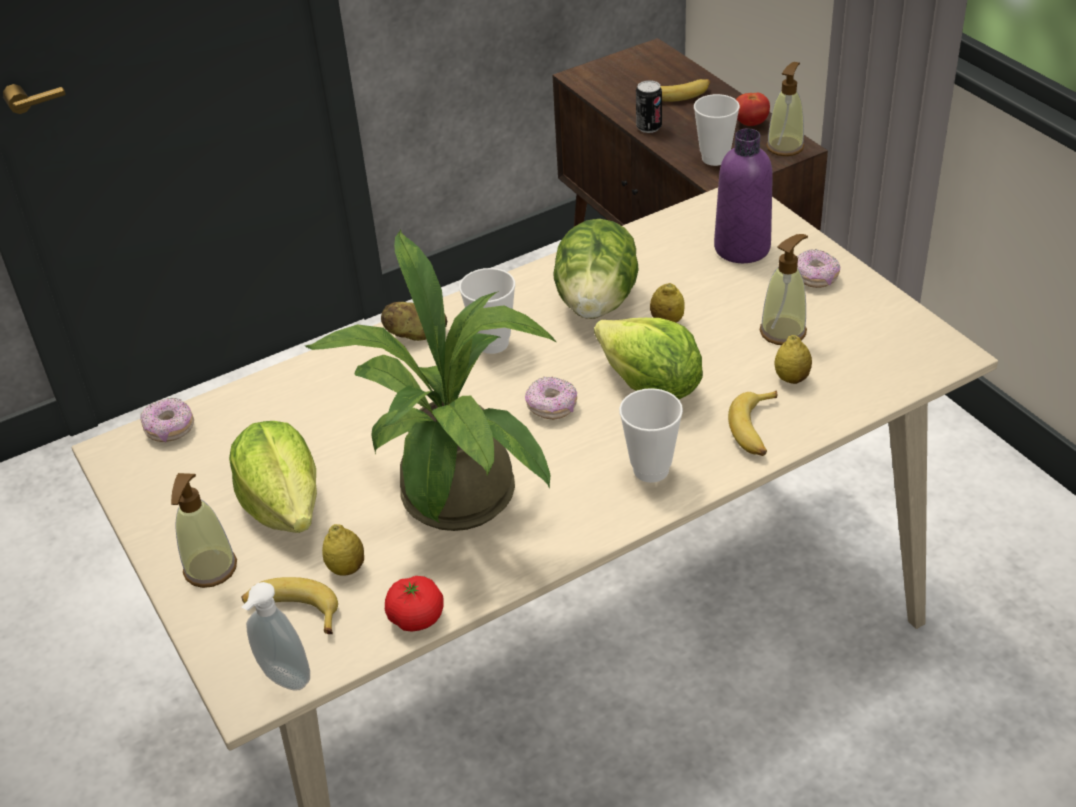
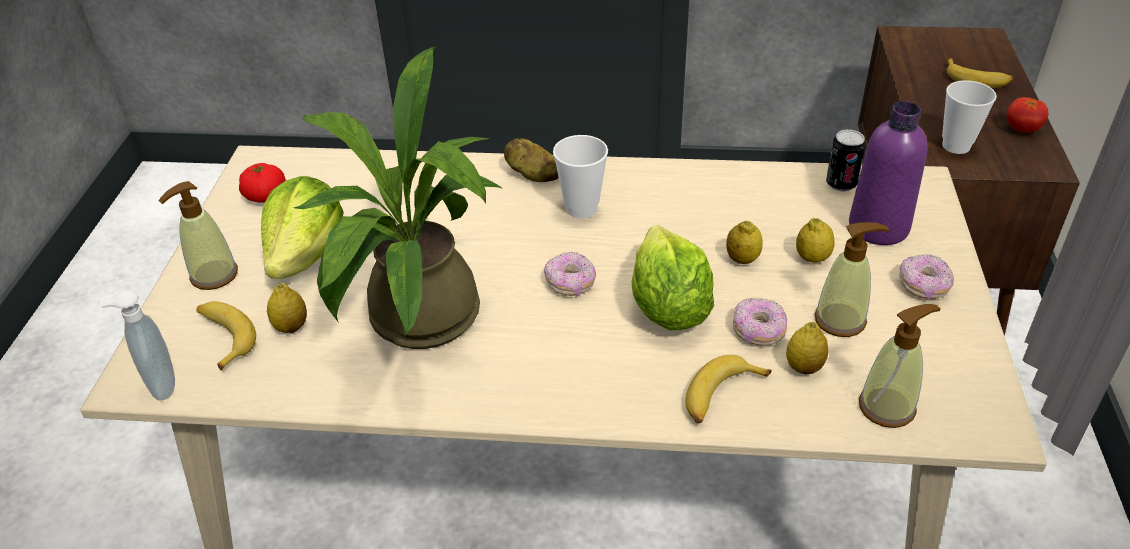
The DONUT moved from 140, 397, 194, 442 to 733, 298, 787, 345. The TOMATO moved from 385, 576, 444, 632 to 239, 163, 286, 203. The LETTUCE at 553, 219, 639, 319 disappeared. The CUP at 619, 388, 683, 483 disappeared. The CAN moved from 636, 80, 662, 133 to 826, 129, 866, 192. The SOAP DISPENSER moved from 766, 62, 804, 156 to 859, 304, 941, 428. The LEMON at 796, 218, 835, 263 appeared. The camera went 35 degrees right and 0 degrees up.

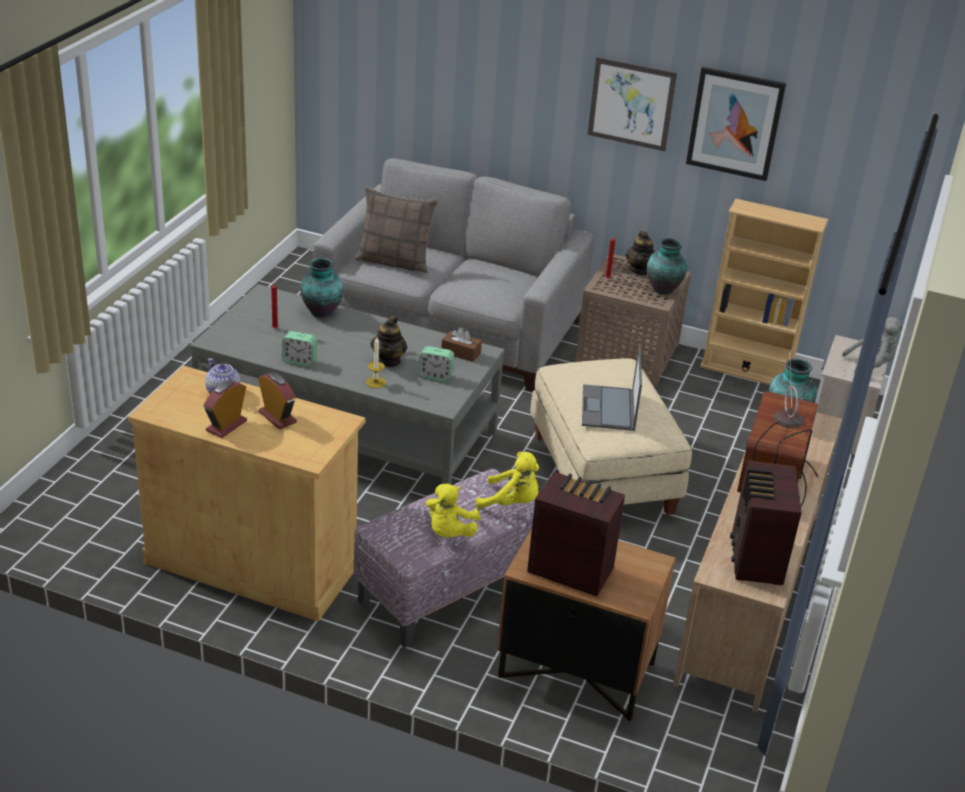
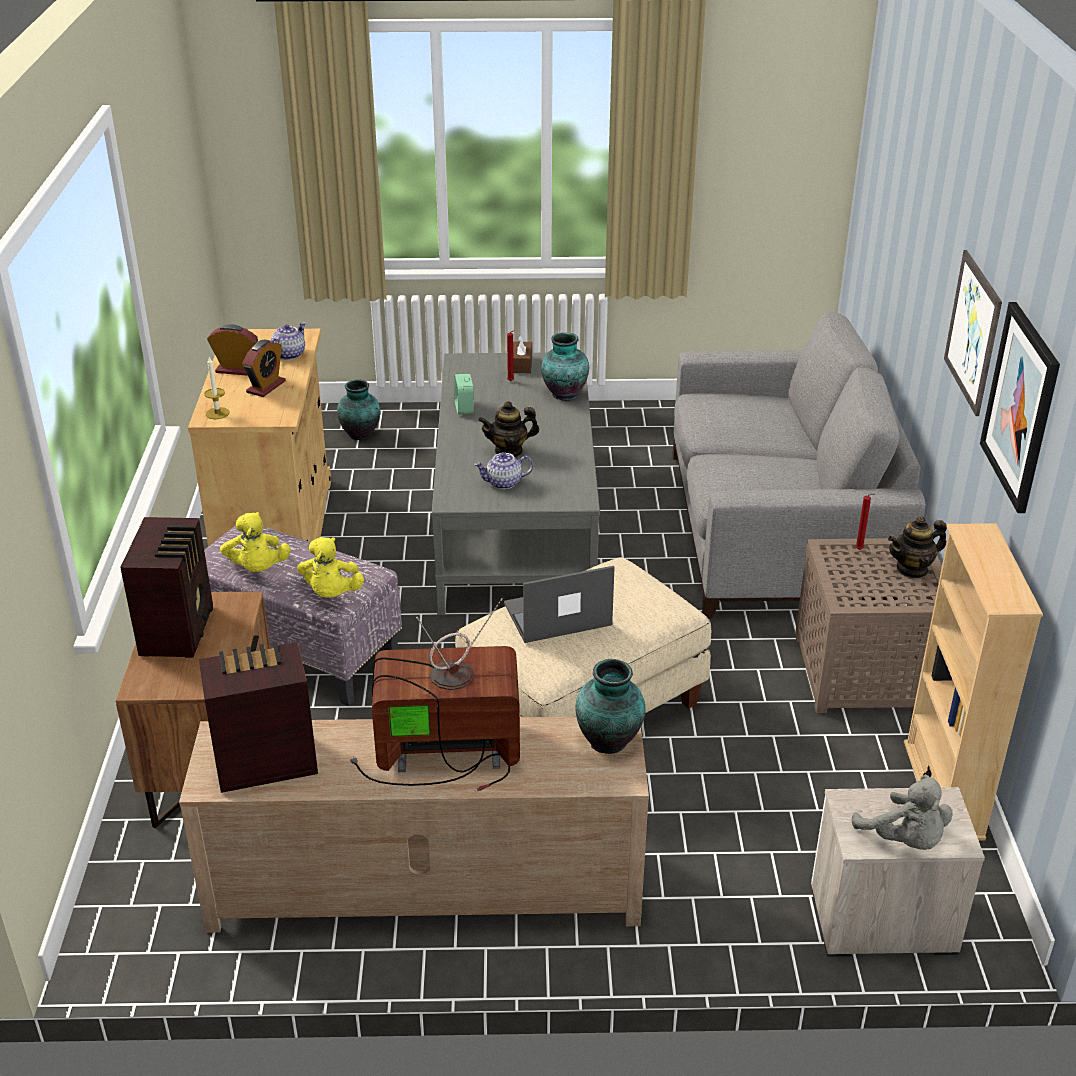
The PILLOW at 356, 186, 438, 273 disappeared. The CANDLE moved from 366, 338, 386, 388 to 204, 357, 230, 419. The ALARM CLOCK at 419, 346, 454, 382 was replaced by the TEAPOT at 474, 452, 533, 489. The YELLOW PLUSH TOY at 426, 483, 481, 538 turned 105 degrees counterclockwise. The BROWN TISSUE BOX moved from 441, 328, 482, 362 to 513, 335, 532, 373. The VASE moved from 647, 238, 687, 295 to 337, 379, 380, 440. The camera went 70 degrees right and 0 degrees up.

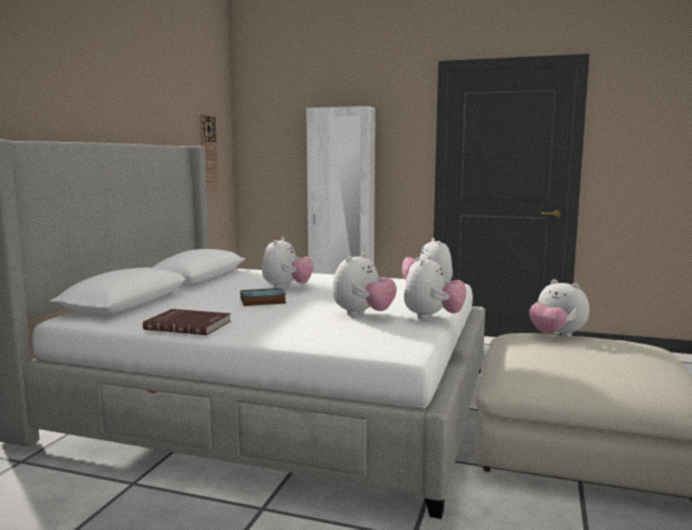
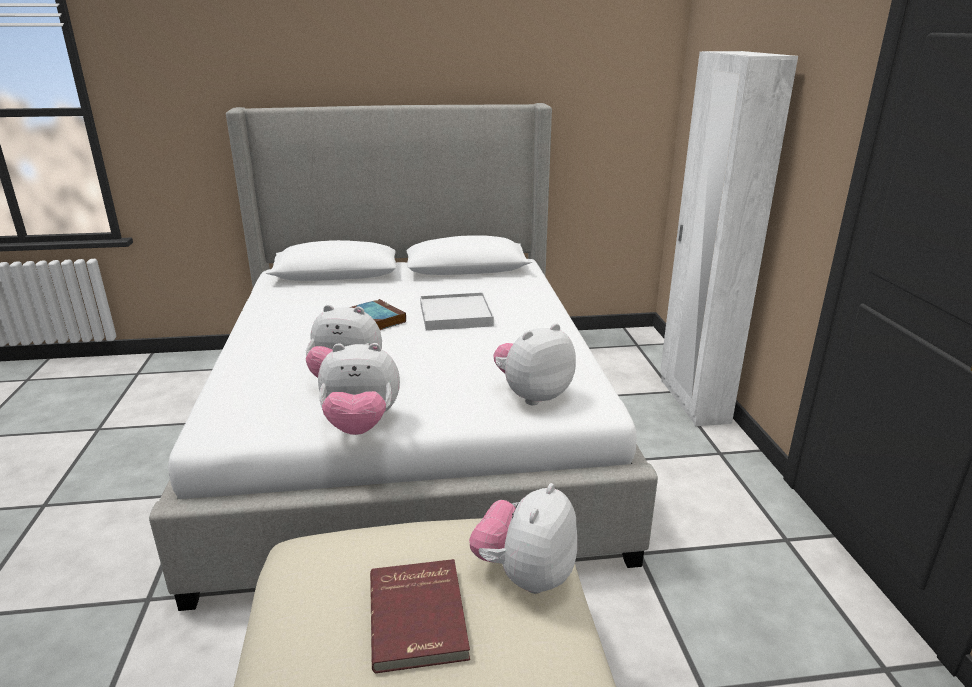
The RED BOOK moved from 143, 309, 231, 335 to 370, 559, 470, 673. The WALL CLOCK at 200, 114, 219, 191 disappeared. The PLUSH TOY at 262, 237, 313, 288 was replaced by the WHITE TRAY at 420, 292, 494, 330. The camera went 65 degrees right and 15 degrees up.

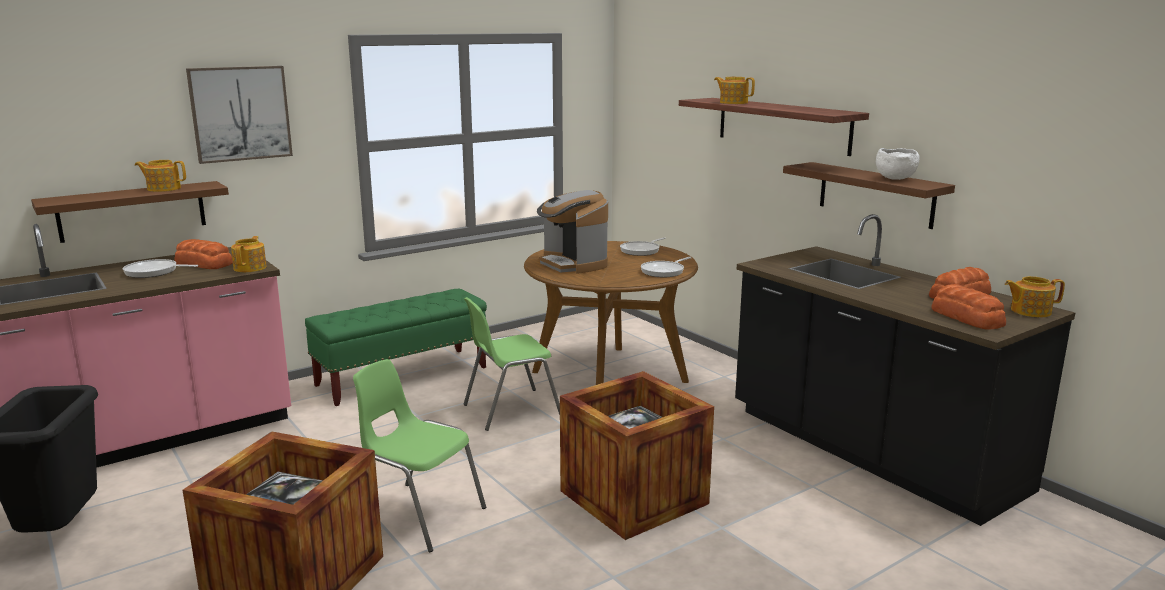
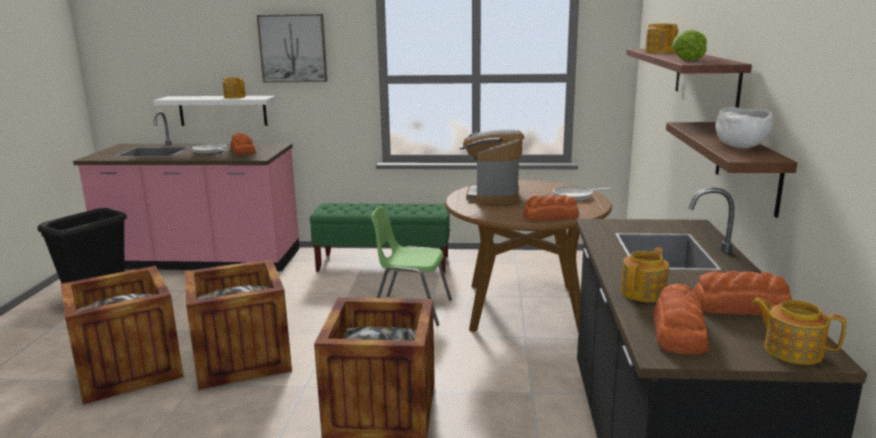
The BROWN SHELF at 31, 181, 229, 243 became the WHITE SHELF at 153, 96, 276, 126. The TEAPOT moved from 231, 236, 267, 272 to 621, 247, 669, 302. The GREEN CHAIR at 353, 359, 486, 552 was replaced by the CRATE at 185, 259, 292, 390. The FRYING PAN at 641, 257, 692, 277 was replaced by the BREAD at 523, 195, 579, 221. The LETTUCE at 671, 30, 707, 61 appeared. The camera went 40 degrees right and 0 degrees up.

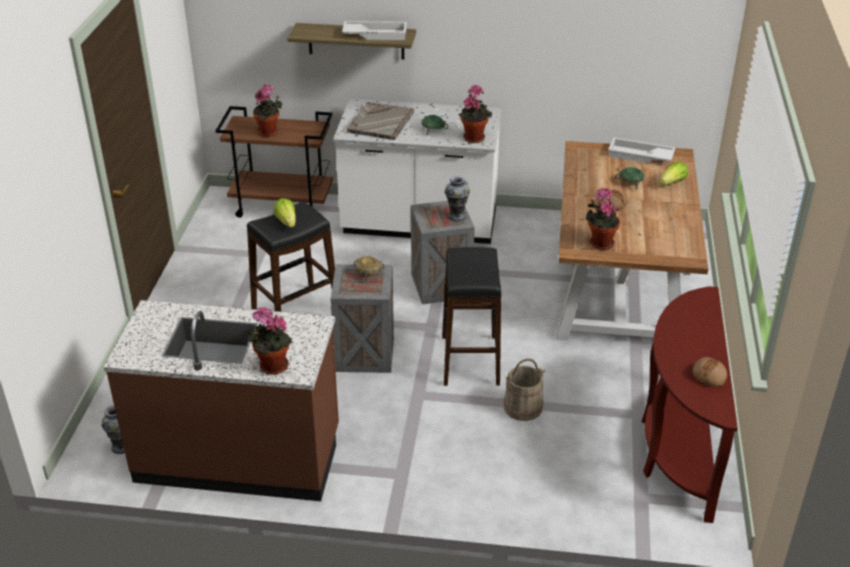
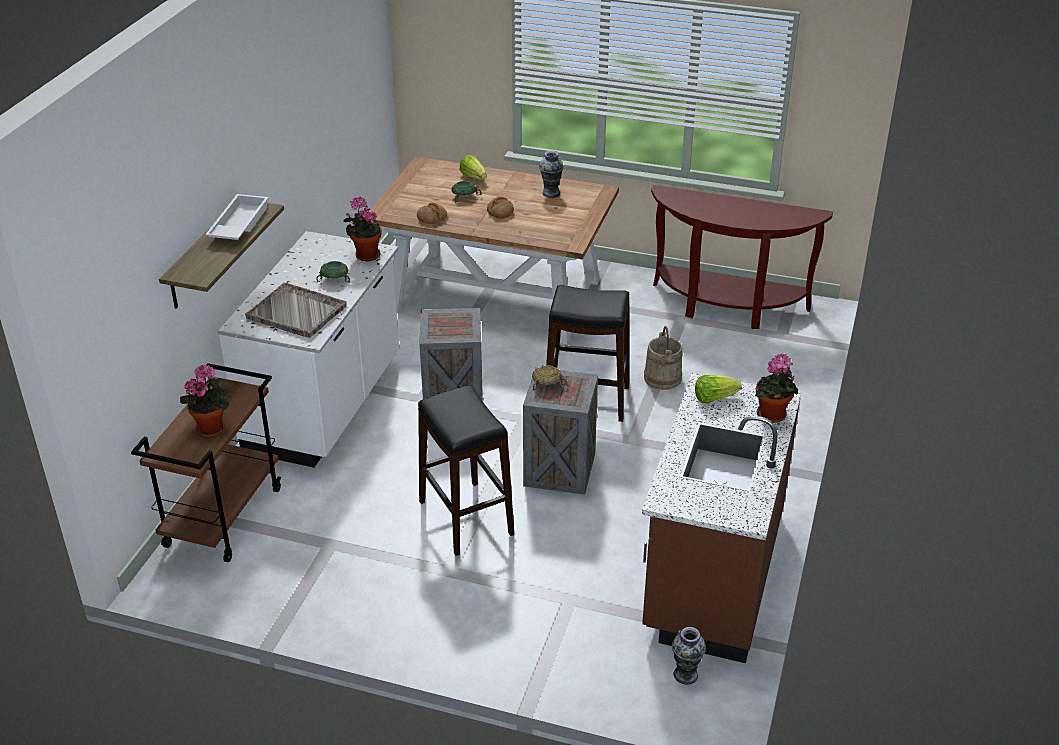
The LETTUCE moved from 274, 198, 296, 227 to 695, 375, 742, 403. The VASE moved from 445, 176, 470, 222 to 539, 151, 564, 198. The POTTED PLANT at 586, 188, 620, 250 disappeared. The WHITE TRAY at 608, 138, 676, 163 disappeared. The BREAD moved from 693, 357, 727, 387 to 417, 203, 447, 224. The camera went 80 degrees left and 0 degrees up.

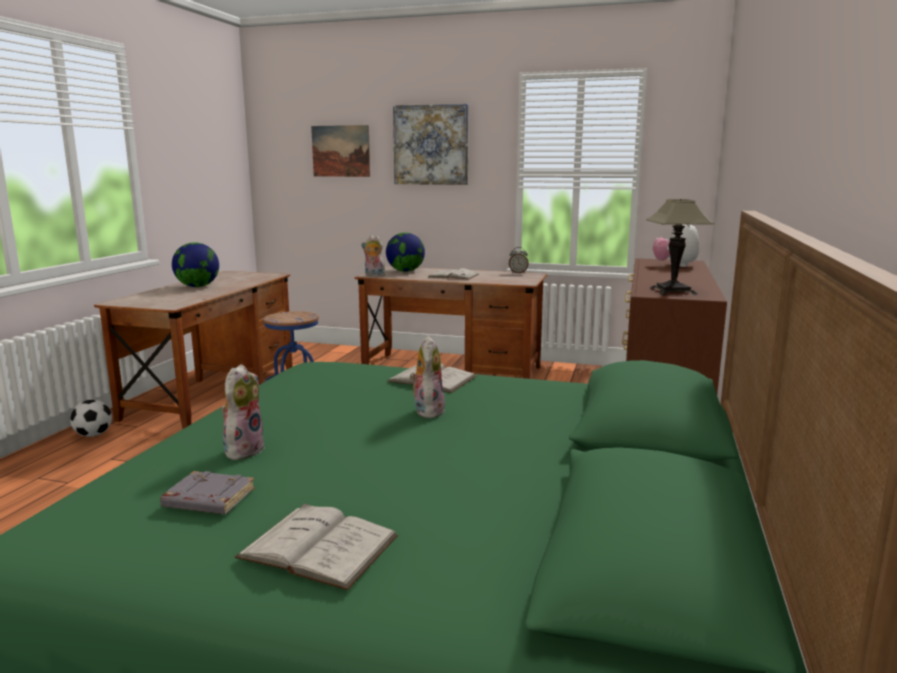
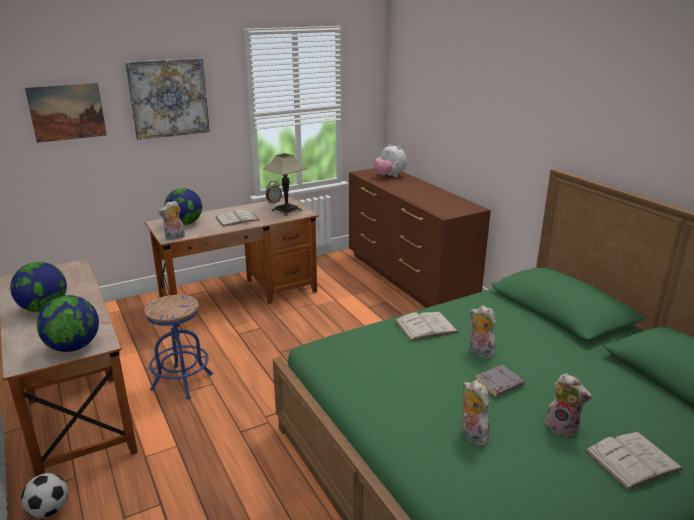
The GREY BOOK moved from 160, 471, 255, 514 to 475, 365, 525, 397. The TABLE LAMP moved from 646, 199, 714, 295 to 263, 153, 307, 216. The GLOBE at 37, 295, 99, 352 appeared. The PLUSH TOY at 545, 373, 592, 438 appeared. The camera went 45 degrees left and 10 degrees up.

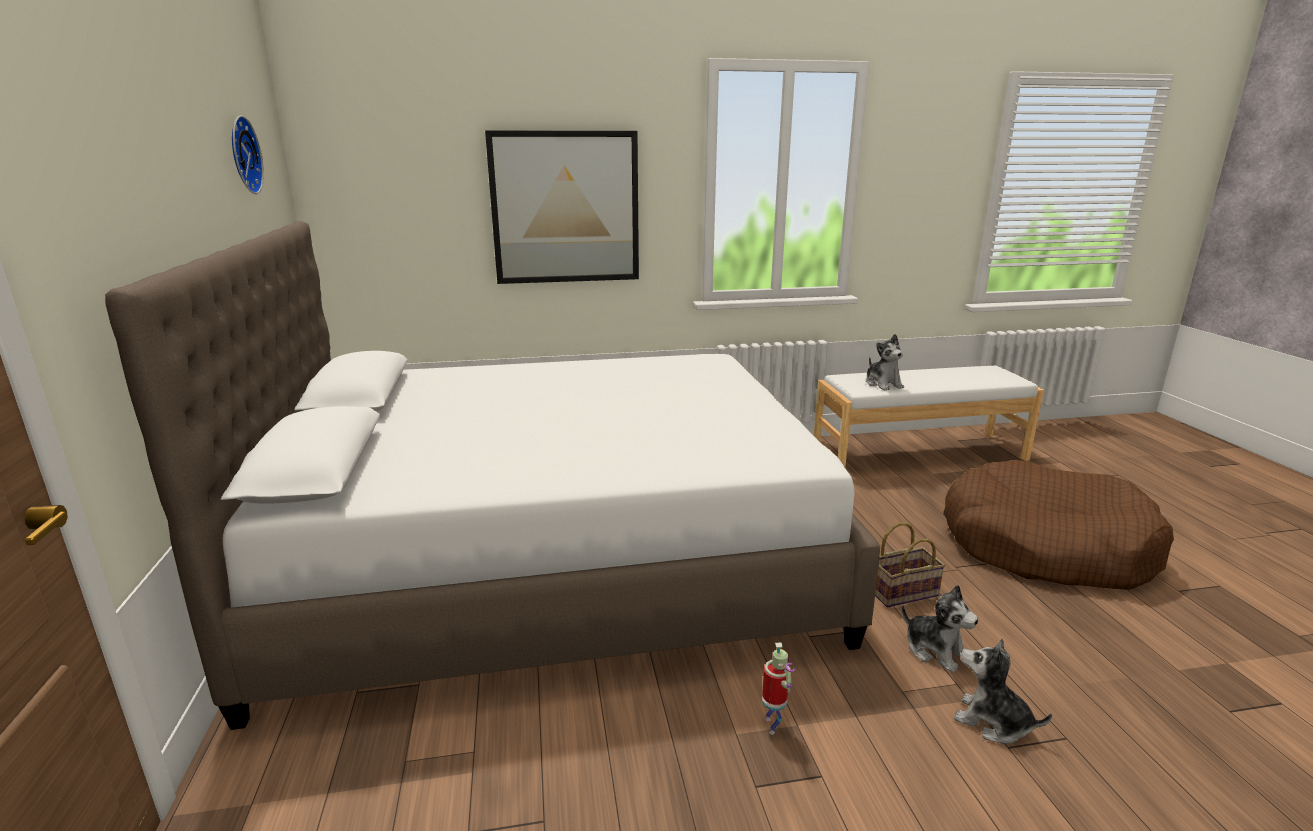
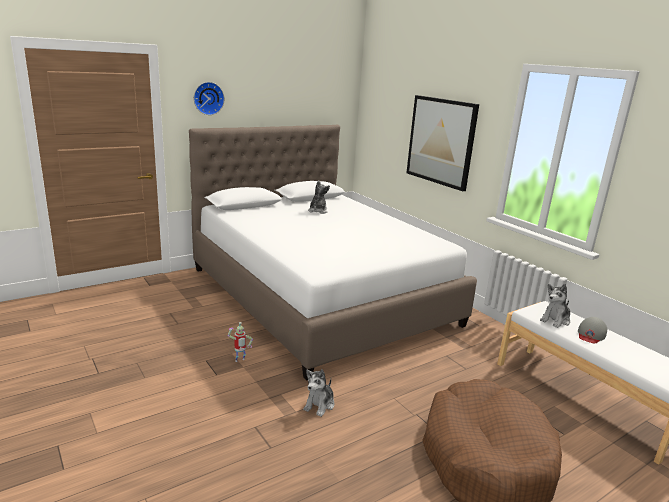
The WALL CLOCK moved from 232, 115, 264, 194 to 194, 82, 225, 115. The BASKET at 875, 522, 945, 607 disappeared. The PLUSH TOY moved from 954, 638, 1052, 744 to 308, 180, 330, 214. The GREY CAP at 578, 317, 607, 343 appeared. The camera went 65 degrees right and 0 degrees up.

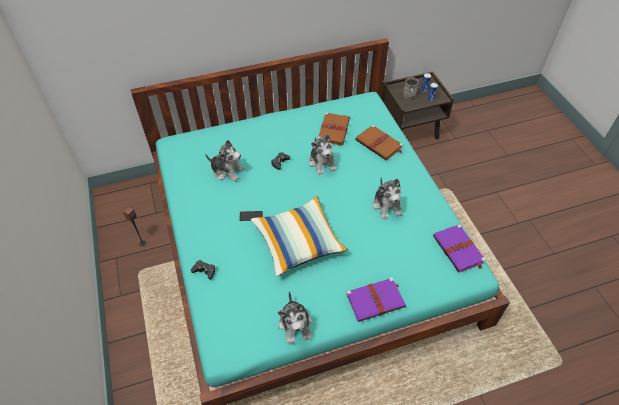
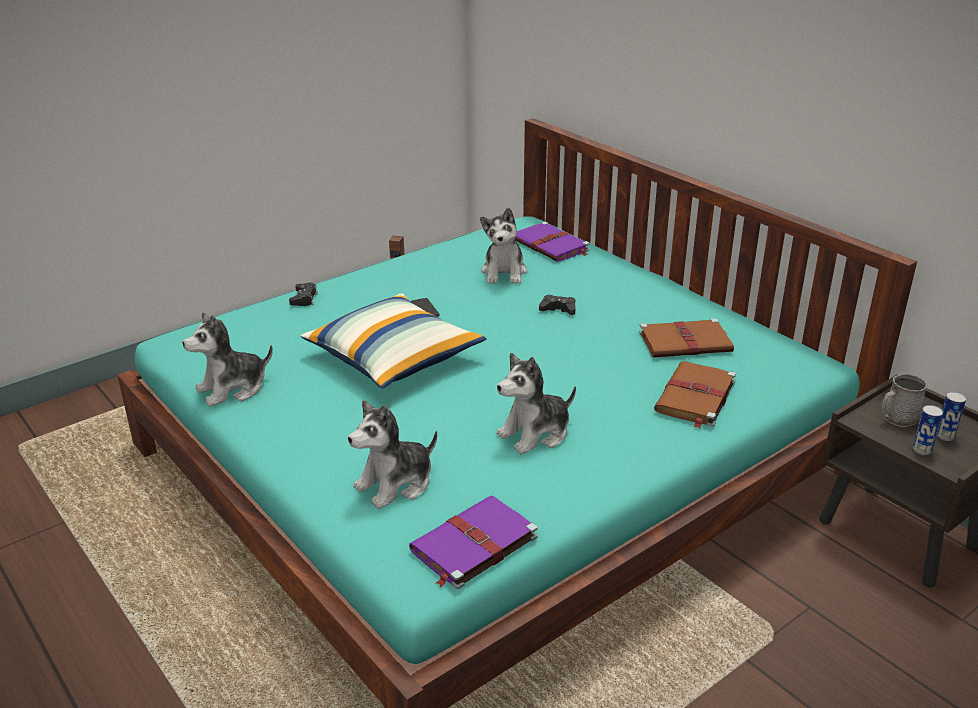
The PLUSH TOY moved from 309, 135, 336, 175 to 348, 400, 437, 509. The PURPLE BOOK moved from 346, 277, 406, 322 to 515, 222, 590, 262. The camera went 70 degrees right and 20 degrees down.

